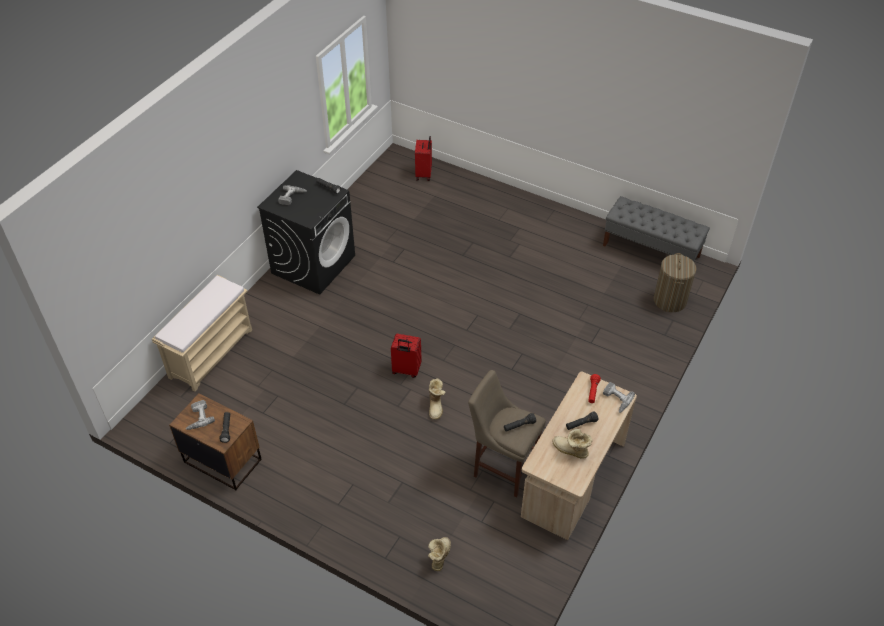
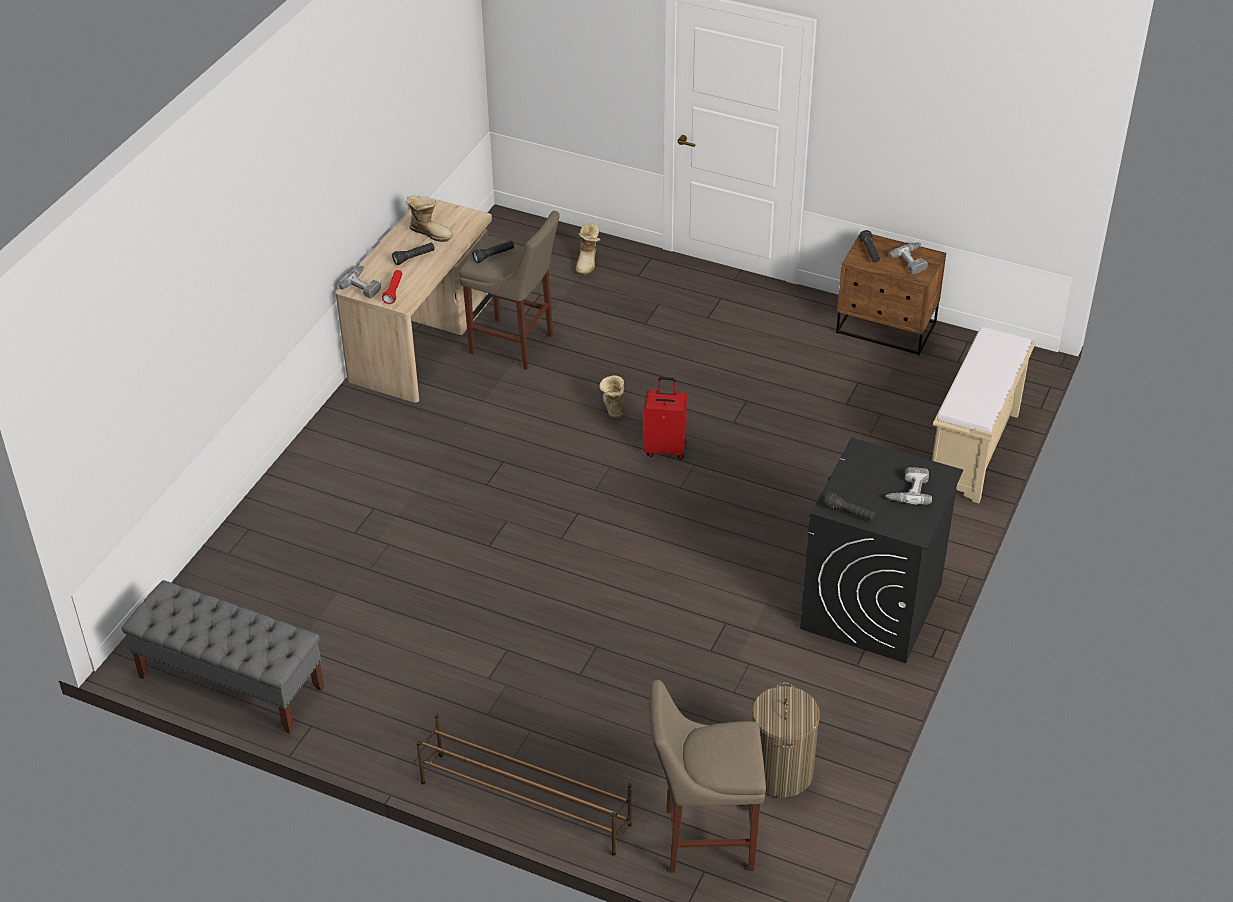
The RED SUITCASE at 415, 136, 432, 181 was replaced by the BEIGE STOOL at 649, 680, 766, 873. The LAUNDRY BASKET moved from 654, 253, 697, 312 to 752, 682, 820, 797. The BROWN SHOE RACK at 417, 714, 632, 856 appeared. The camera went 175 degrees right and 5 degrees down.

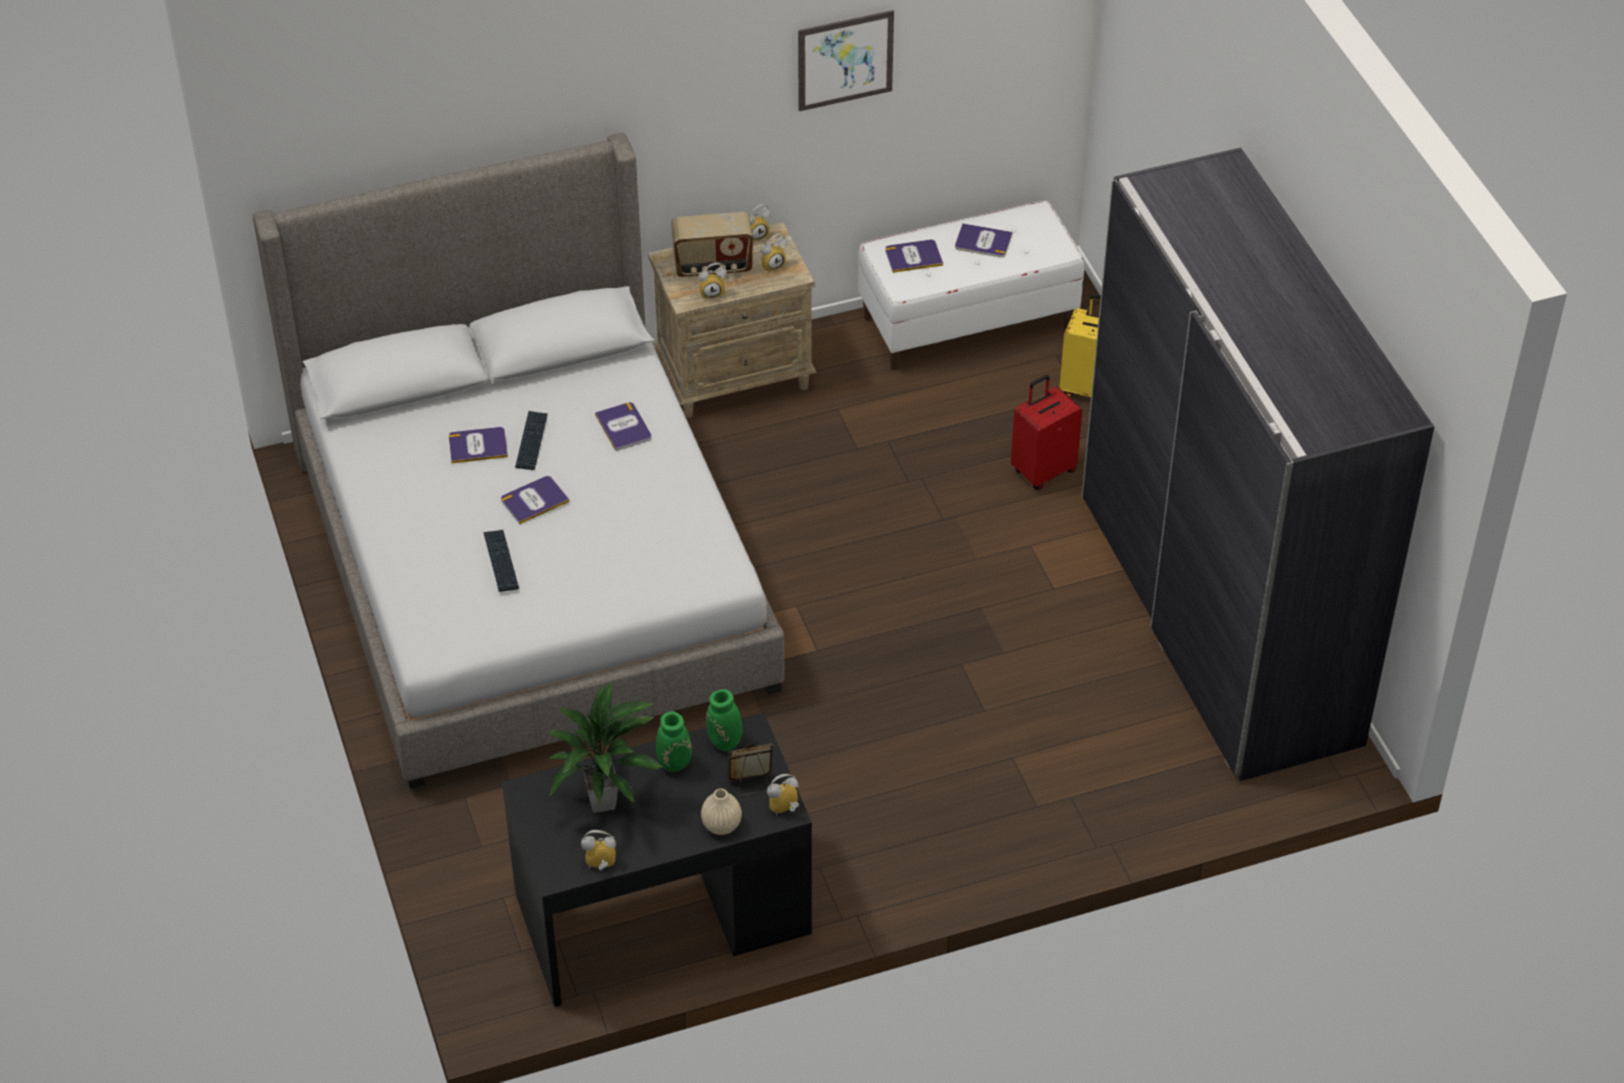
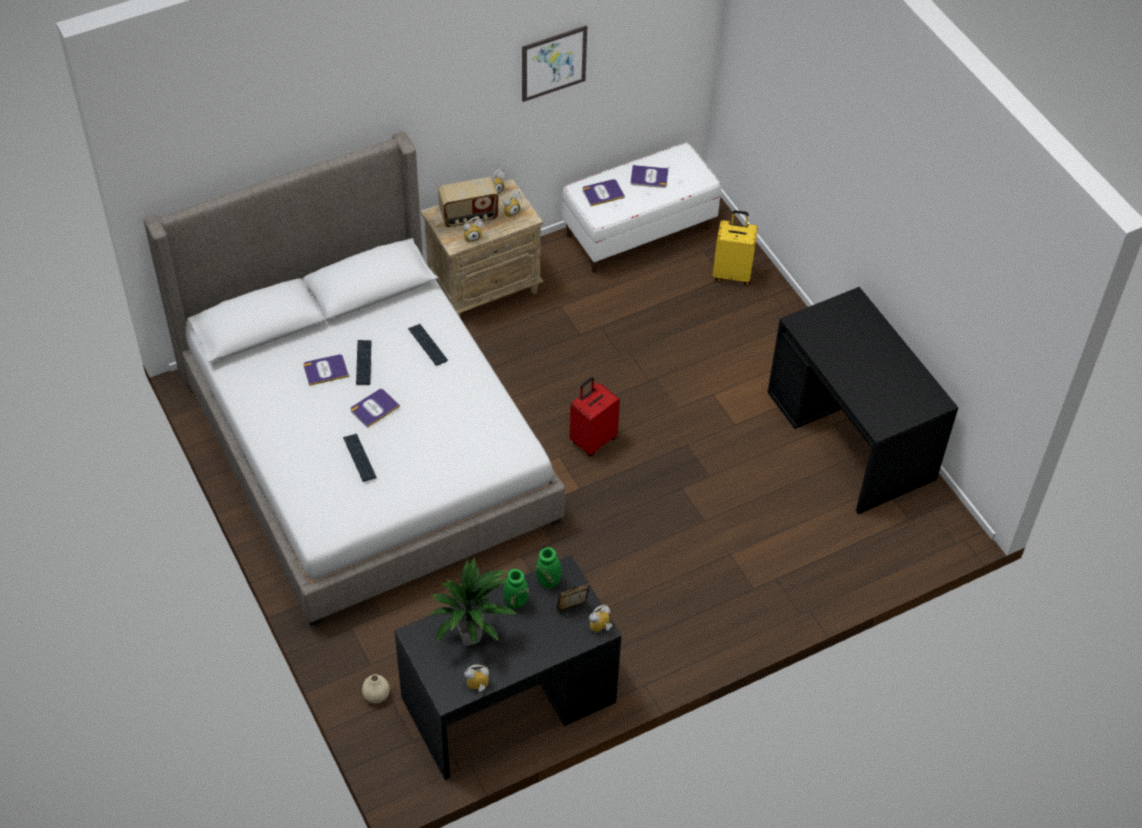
The BOOK at 595, 402, 651, 451 was replaced by the KEYBOARD at 408, 324, 448, 366. The BEIGE VASE moved from 701, 788, 742, 835 to 362, 674, 390, 703. The RED SUITCASE moved from 1011, 375, 1082, 490 to 569, 377, 620, 457. The GREY WARDROBE at 1082, 148, 1434, 781 was replaced by the BLACK DESK at 768, 287, 958, 514. The camera went 10 degrees left and 5 degrees up.

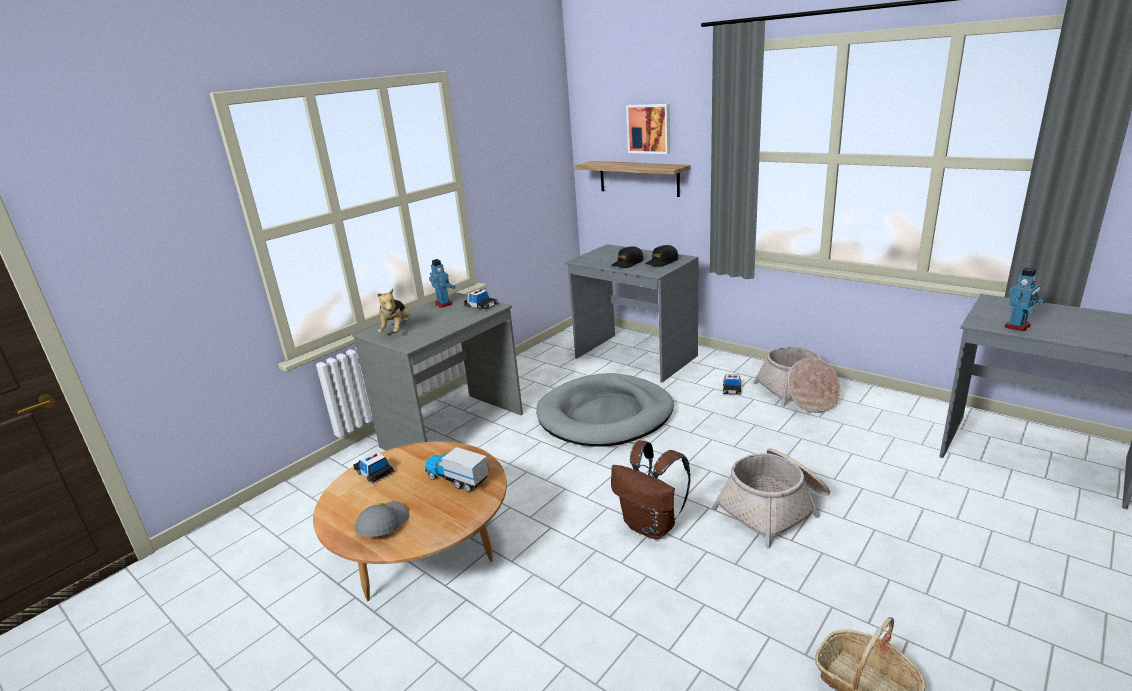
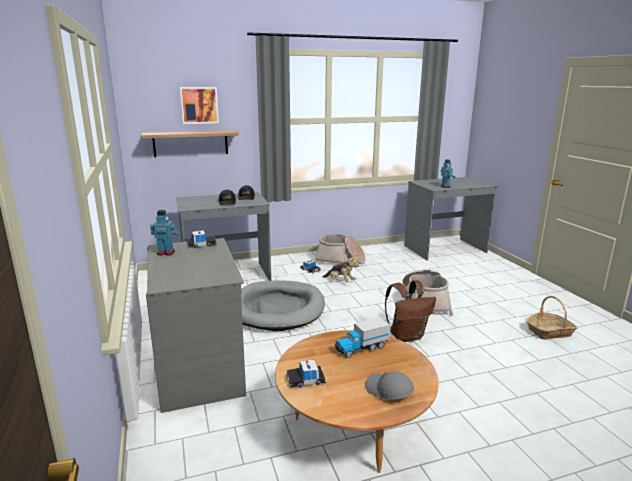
The PLUSH TOY moved from 377, 288, 410, 333 to 323, 254, 359, 283. The camera went 60 degrees left and 5 degrees down.

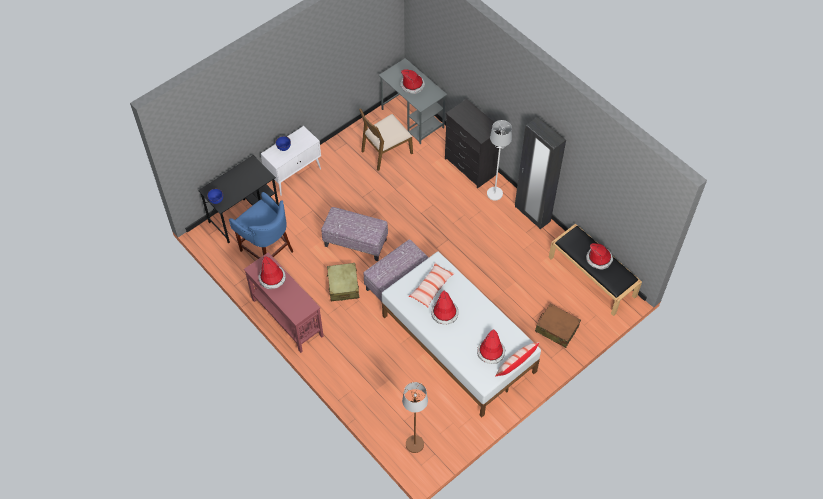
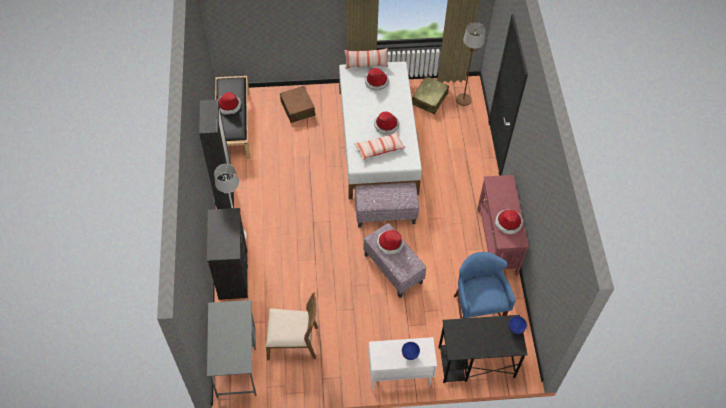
The BEIGE SUITCASE moved from 327, 263, 359, 301 to 412, 76, 449, 114. The HAT moved from 400, 69, 425, 94 to 376, 230, 404, 255. The camera went 145 degrees left and 0 degrees up.

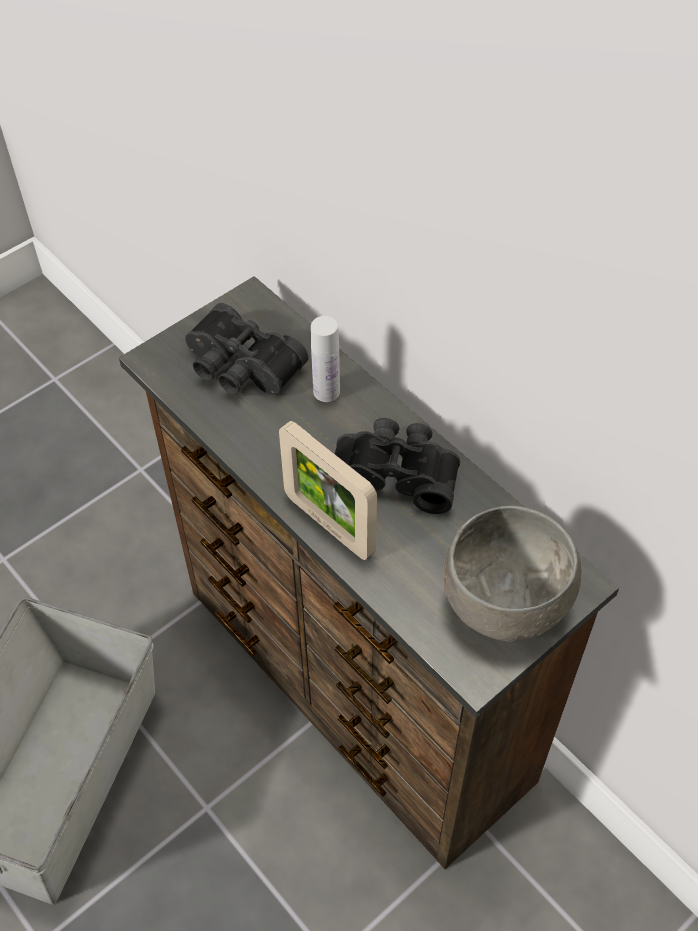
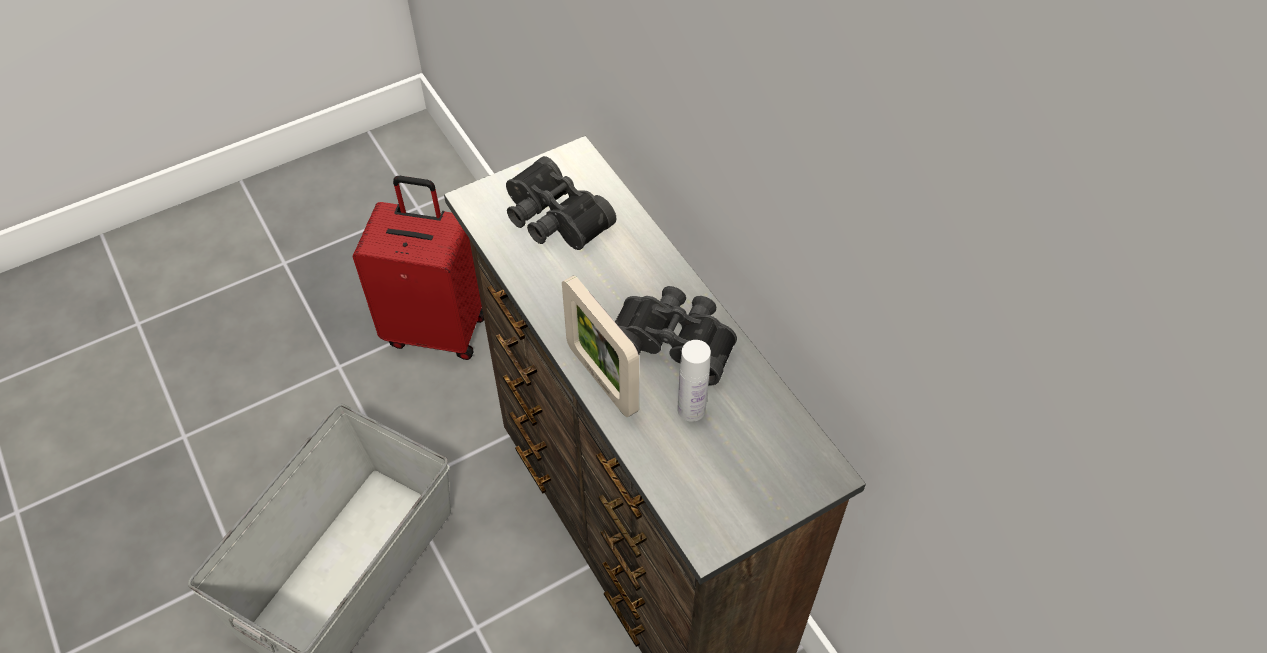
The WHITE BOTTLE moved from 311, 316, 340, 402 to 677, 340, 711, 422. The GREY BOWL at 443, 506, 581, 642 disappeared. The RED SUITCASE at 353, 176, 484, 360 appeared. The camera went 10 degrees right and 0 degrees up.

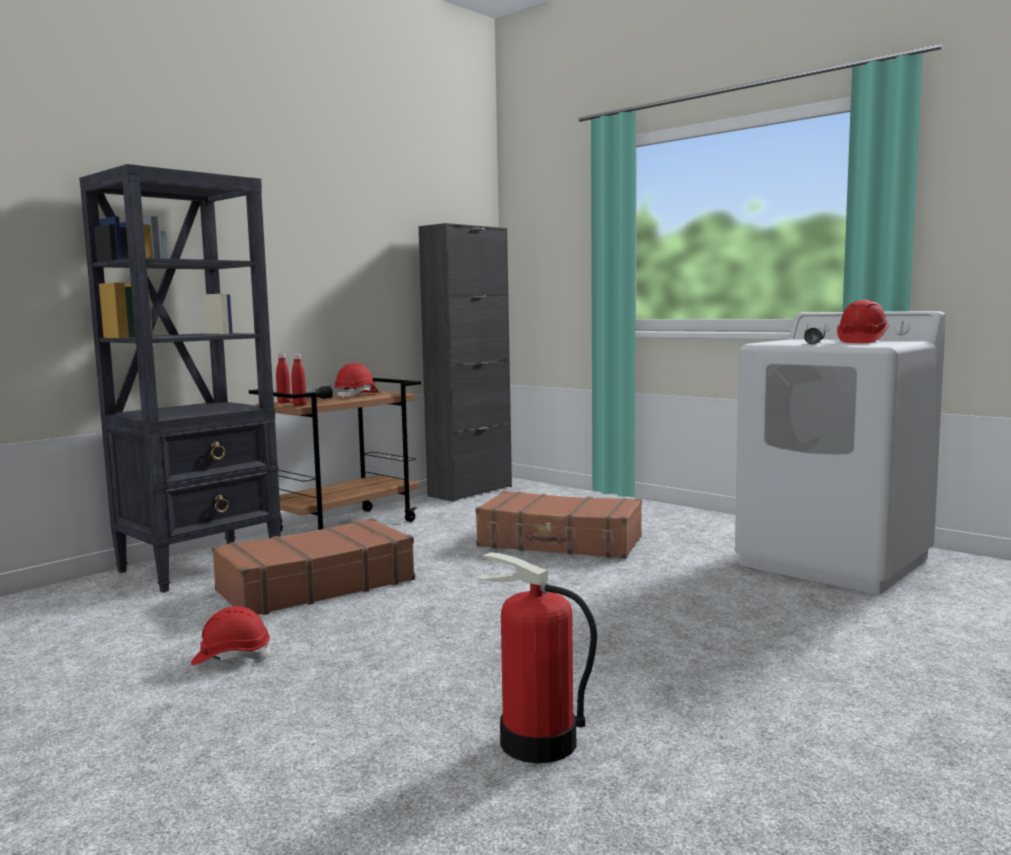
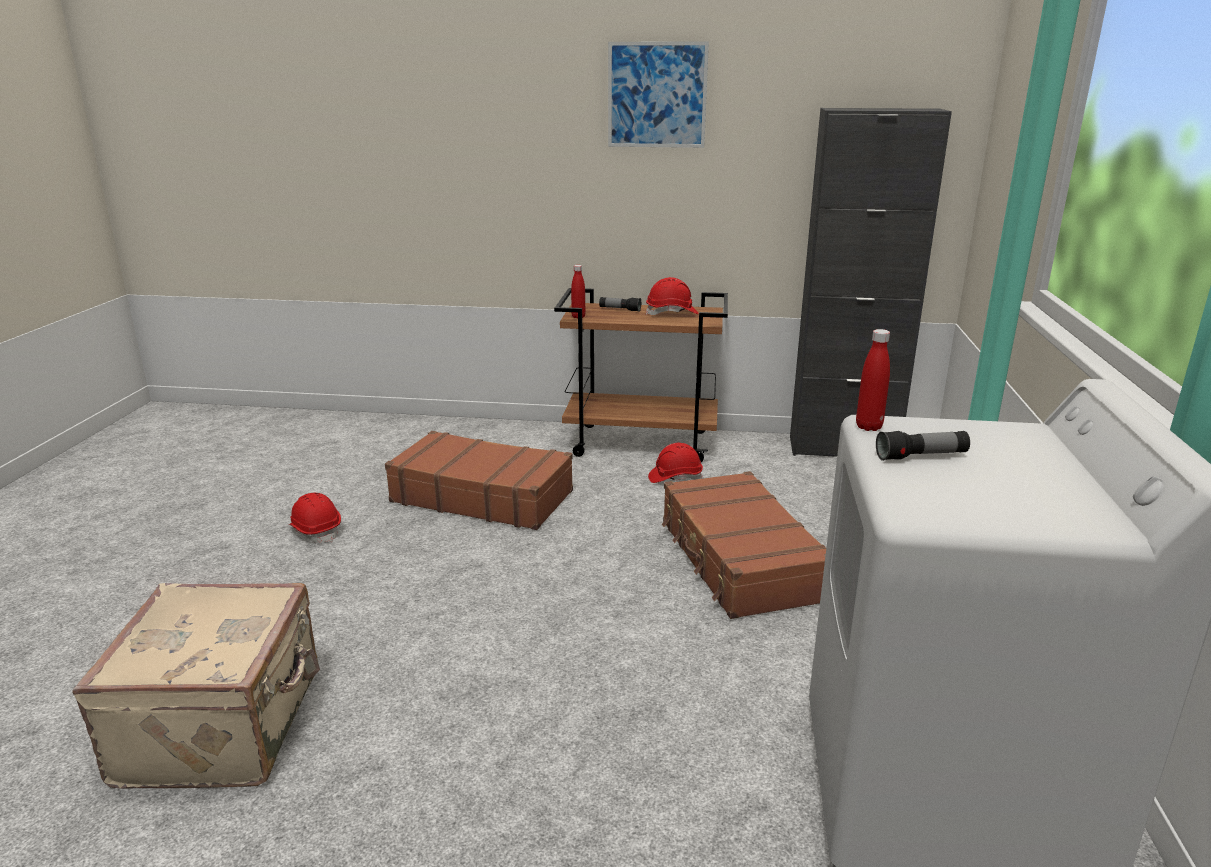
The BLACK BOOKCASE at 79, 164, 281, 593 disappeared. The RED BOTTLE moved from 276, 353, 291, 403 to 856, 329, 890, 431. The FIRE EXTINGUISHER at 477, 552, 597, 763 was replaced by the BEIGE SUITCASE at 72, 583, 320, 789. The RED HARD HAT moved from 837, 300, 889, 343 to 648, 443, 703, 483. The PICTURE at 608, 41, 709, 148 appeared. The camera went 55 degrees right and 15 degrees up.

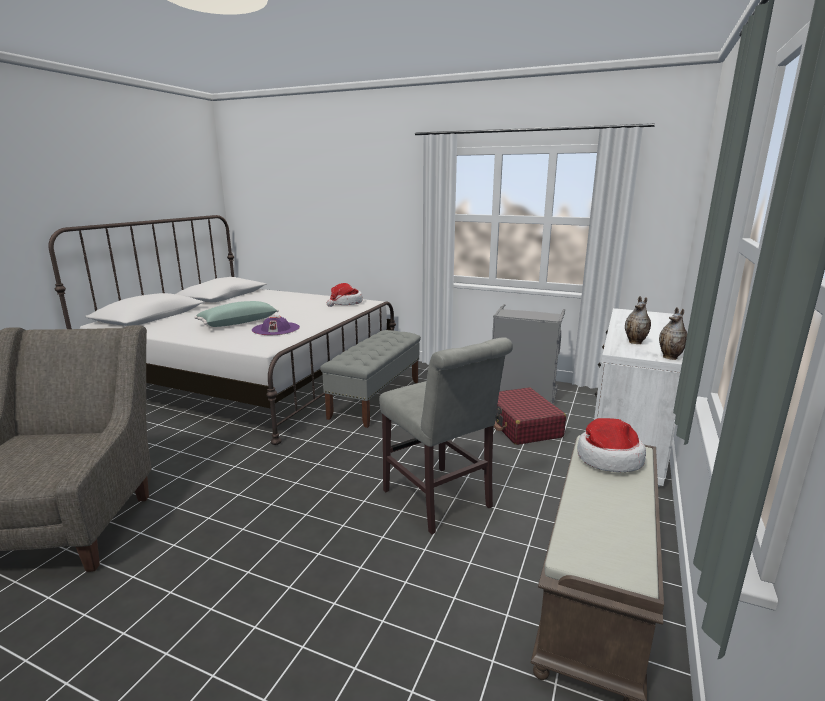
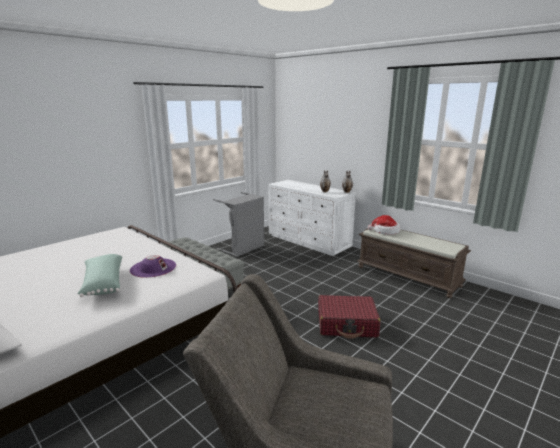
The HAT at 327, 283, 363, 307 disappeared. The GREY CHAIR at 379, 337, 513, 535 disappeared. The RED SUITCASE moved from 494, 387, 566, 445 to 318, 295, 381, 339. The camera went 70 degrees left and 0 degrees up.

